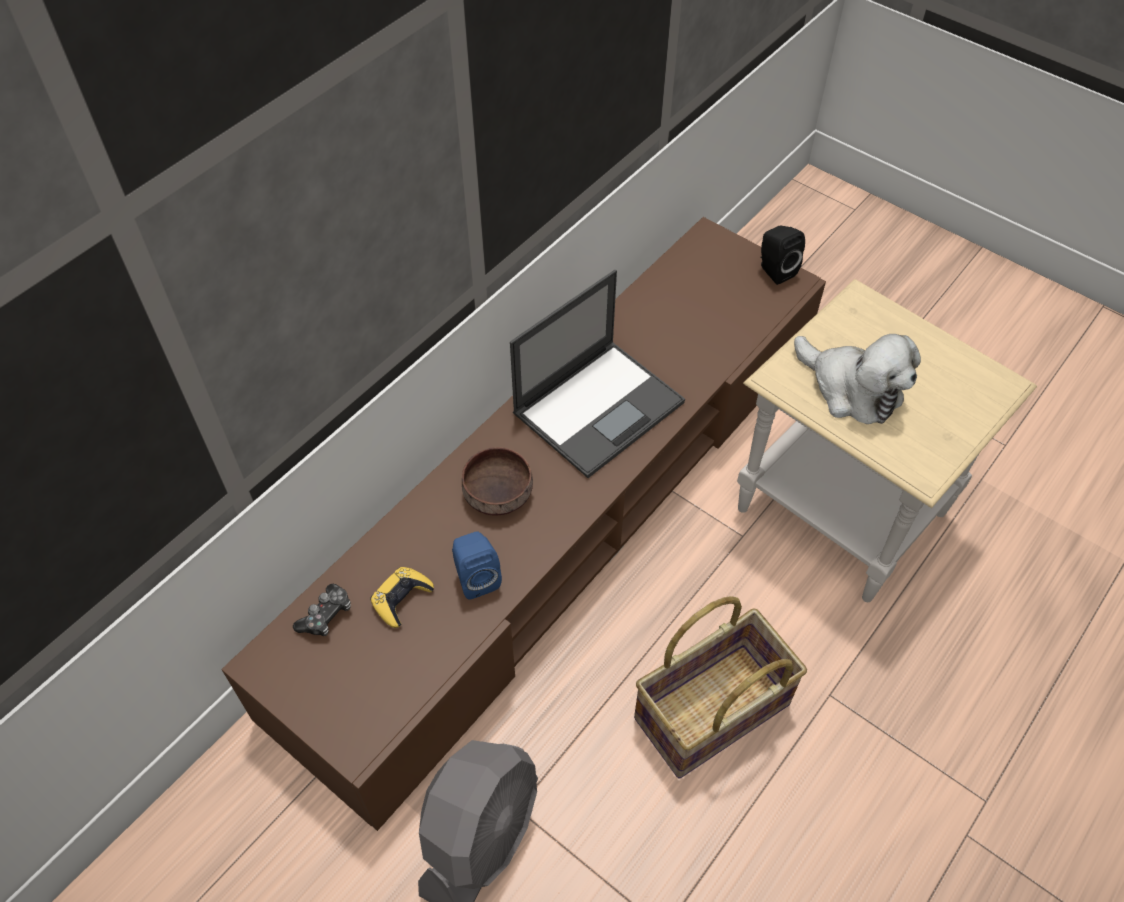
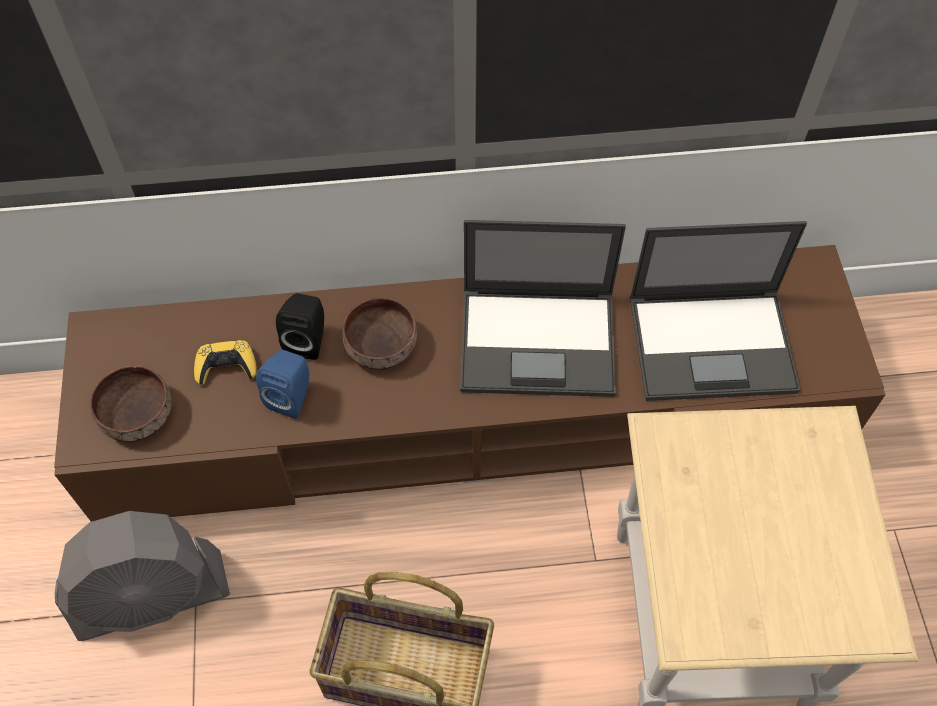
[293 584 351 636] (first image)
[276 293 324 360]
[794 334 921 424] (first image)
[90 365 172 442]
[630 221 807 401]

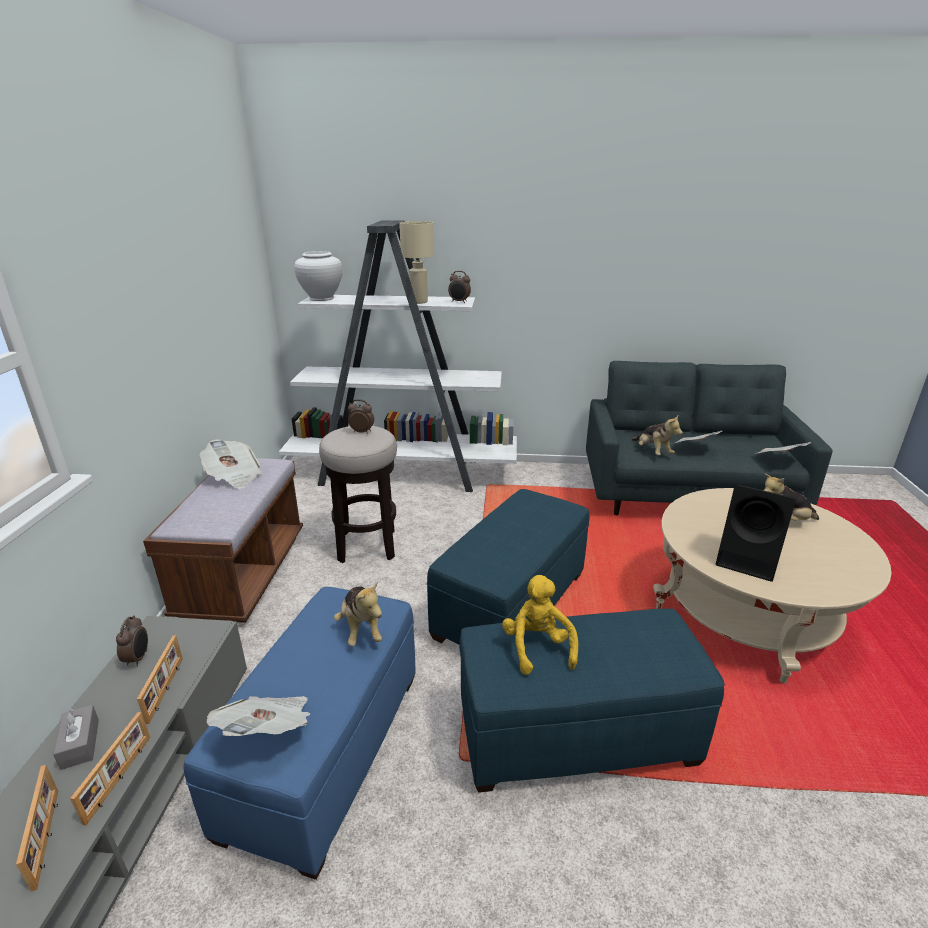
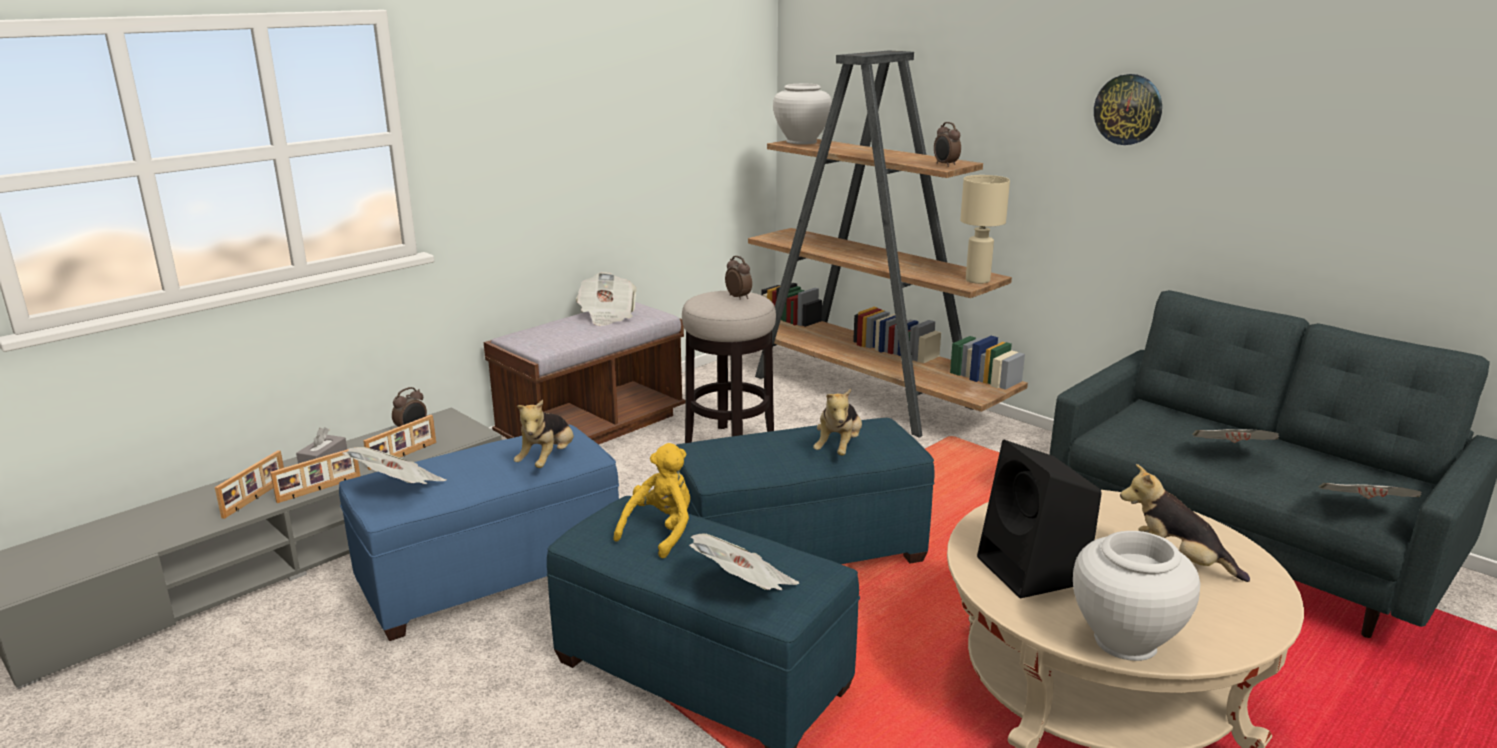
[748 50 1028 437]
[960 175 1010 284]
[813 389 862 456]
[689 533 799 590]
[1073 531 1200 661]
[1094 74 1162 145]

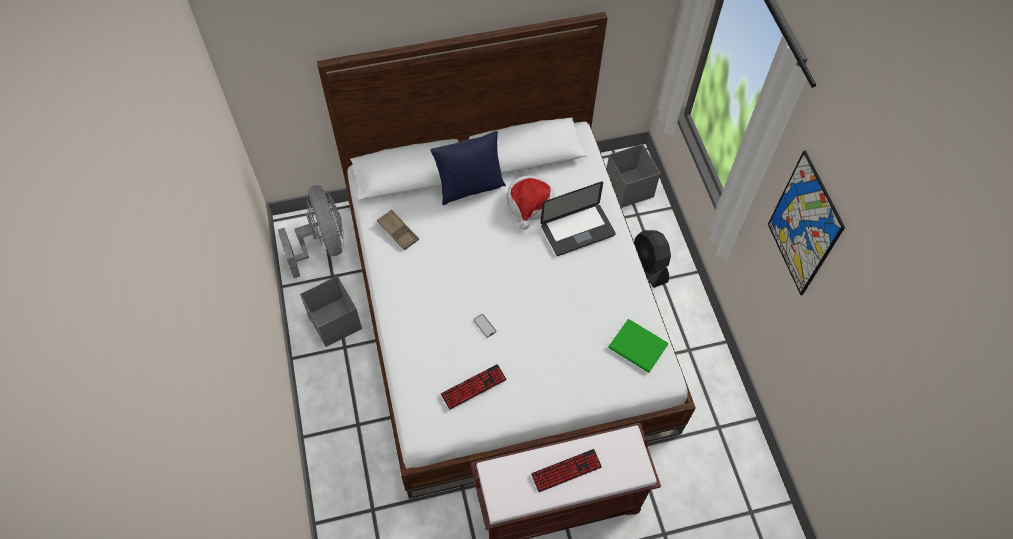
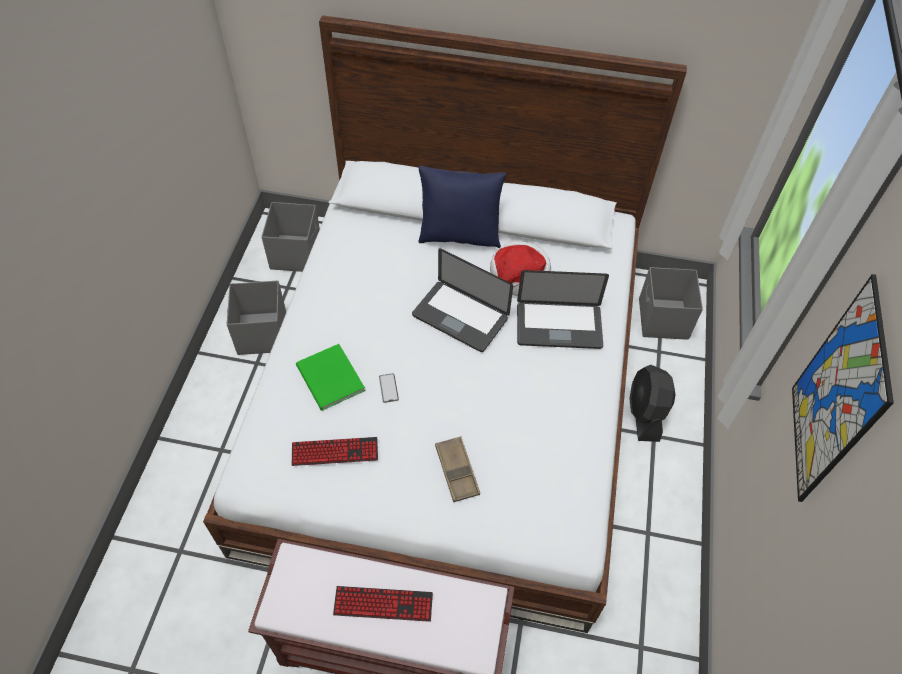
[261 202 320 272]
[435 436 480 502]
[296 344 365 411]
[412 248 513 352]

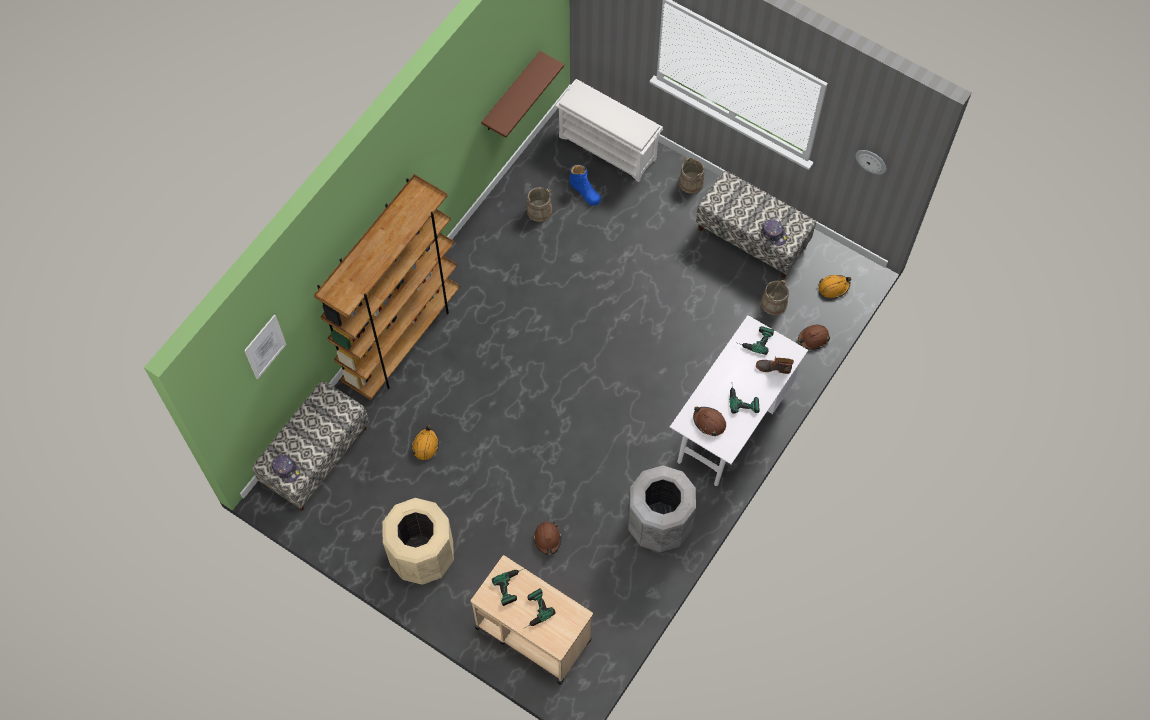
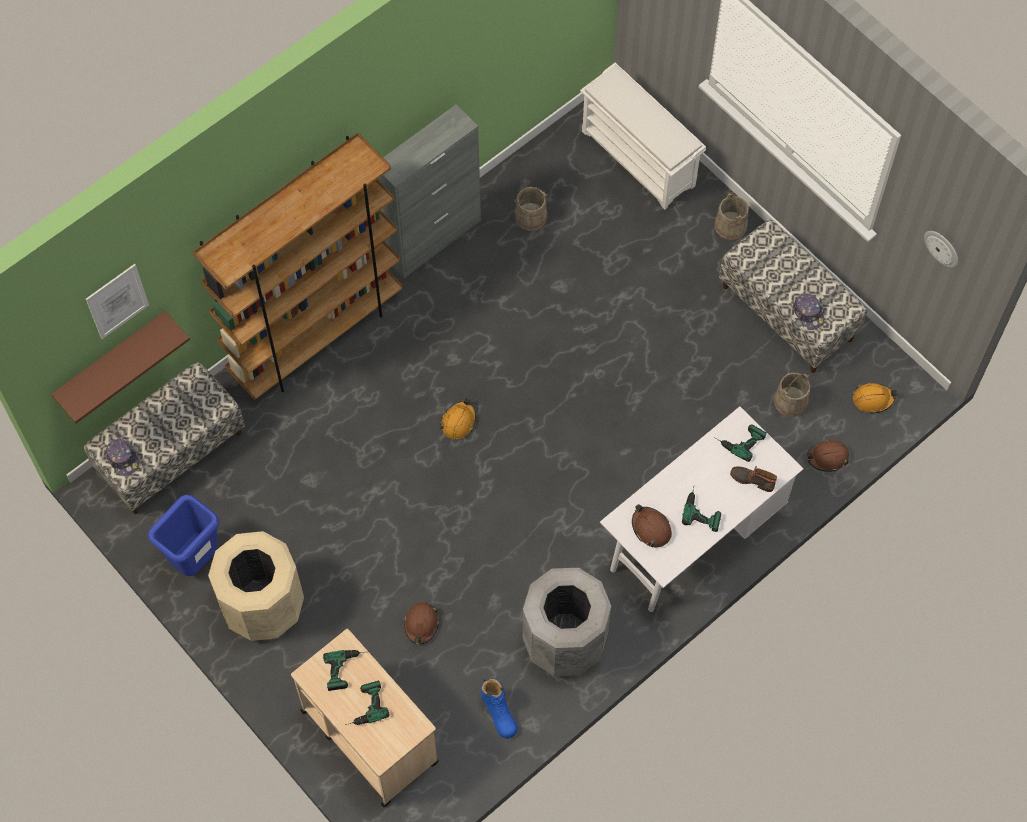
[440 398 476 439]
[51 311 190 423]
[481 678 518 738]
[148 494 219 576]
[377 105 481 278]

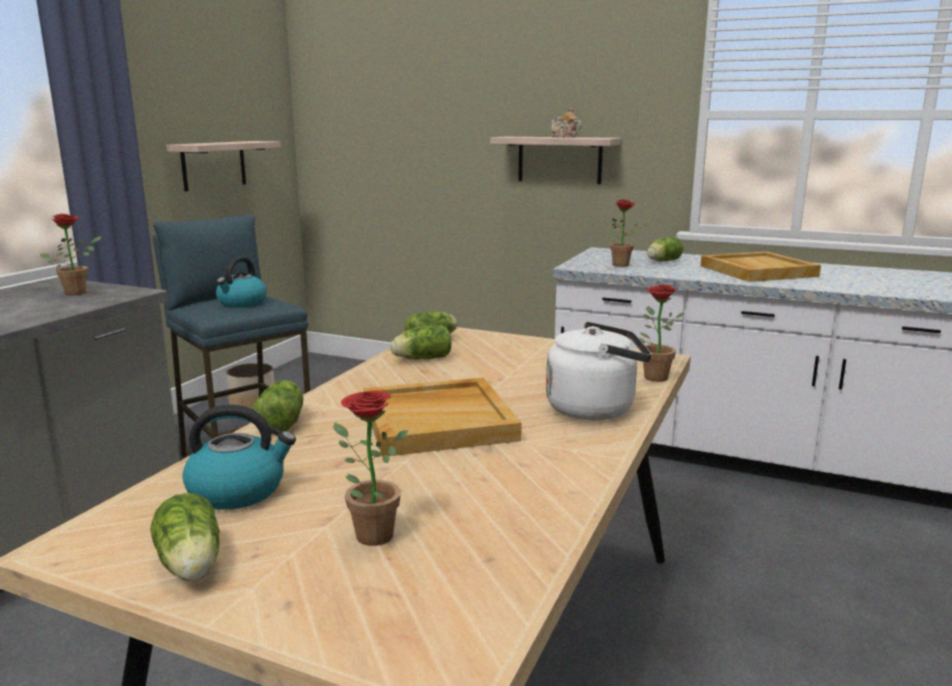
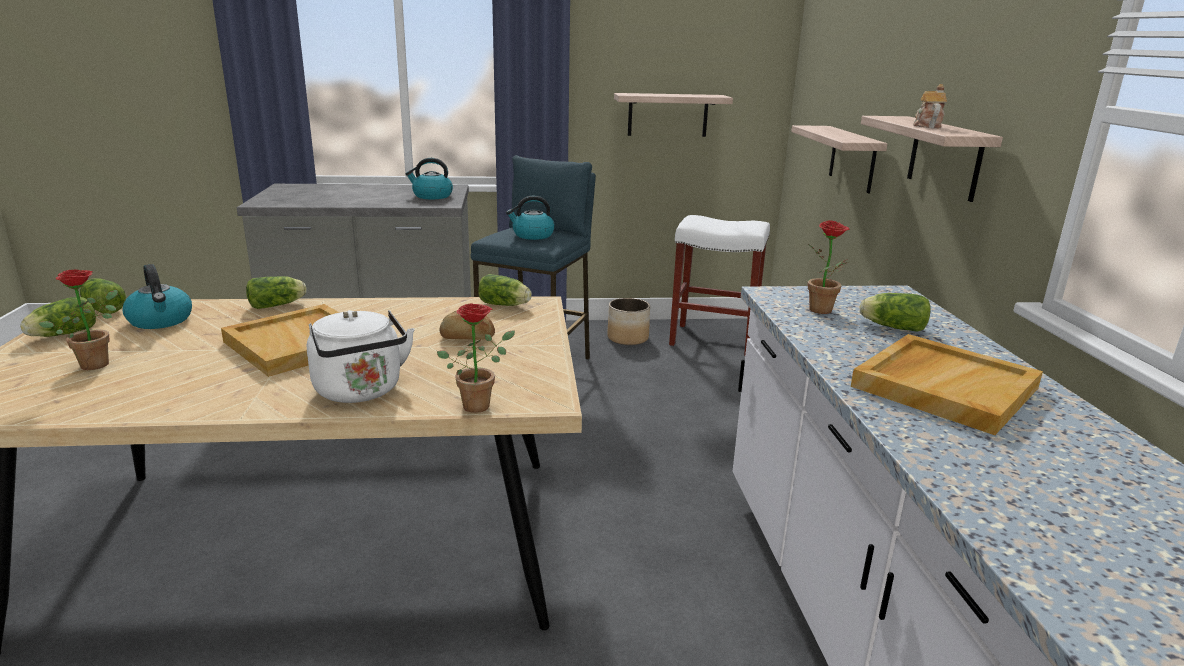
[405 158 453 199]
[80 278 126 314]
[439 310 495 340]
[669 215 770 356]
[791 125 887 193]

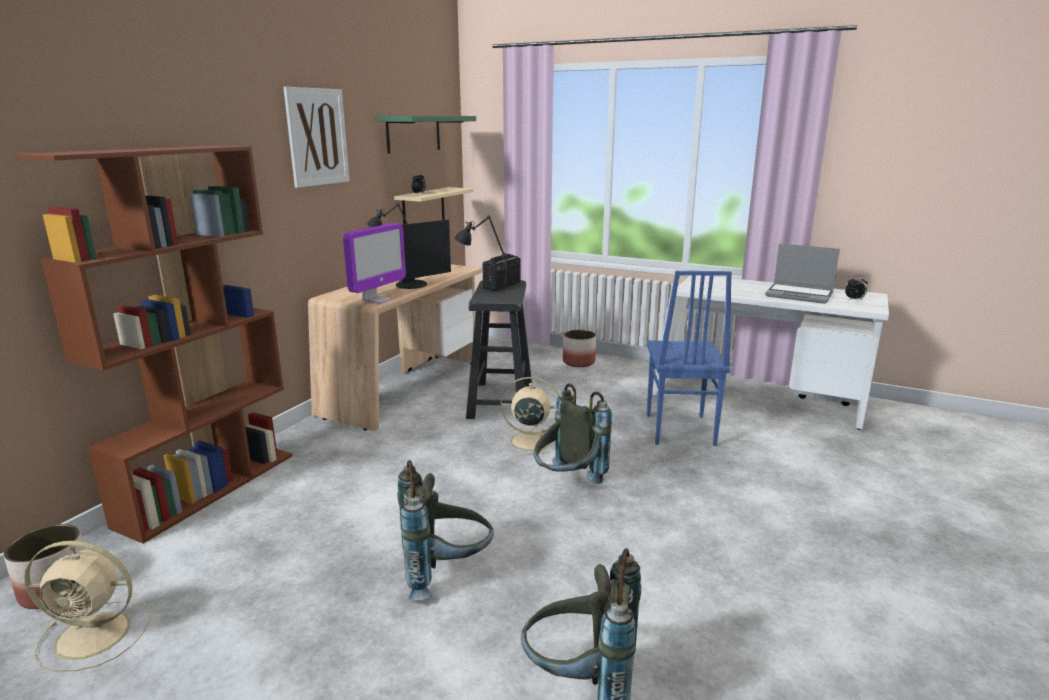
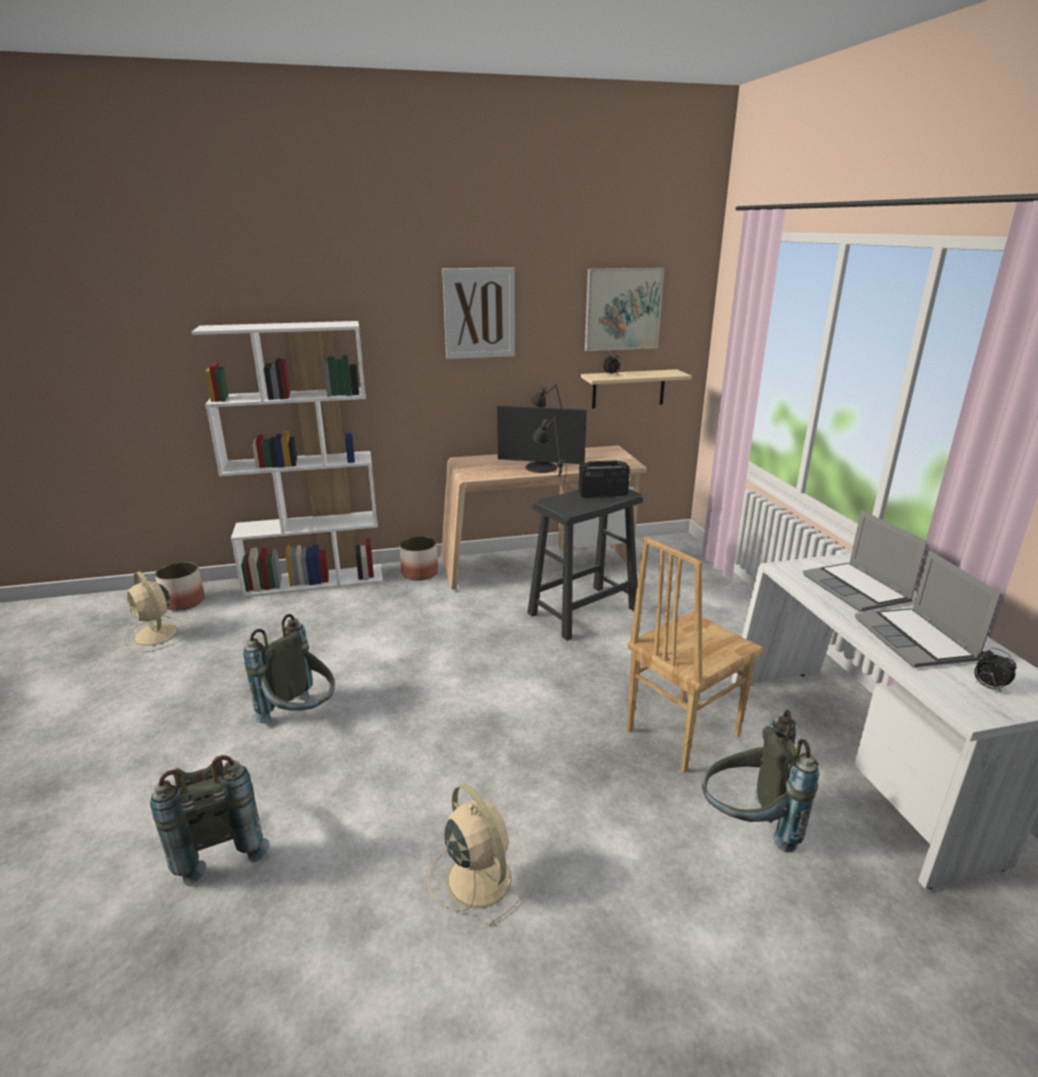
[192 321 383 598]
[343 223 406 304] (first image)
[585 268 664 351]
[427 784 527 926]
[702 710 819 853]
[400 536 438 581]
[627 537 764 773]
[803 510 927 612]

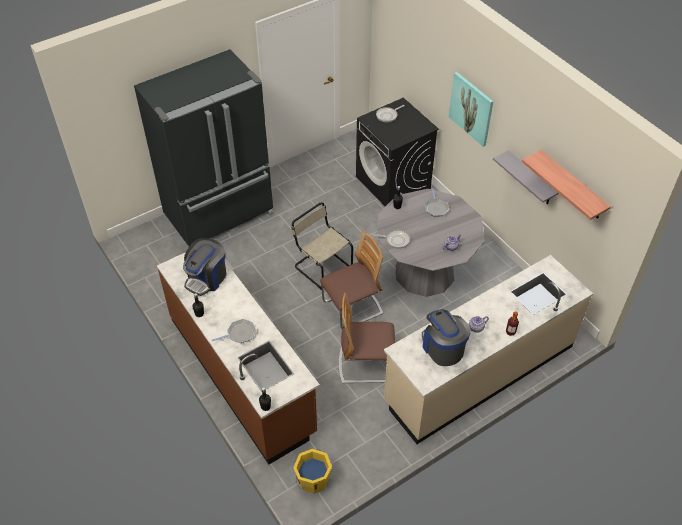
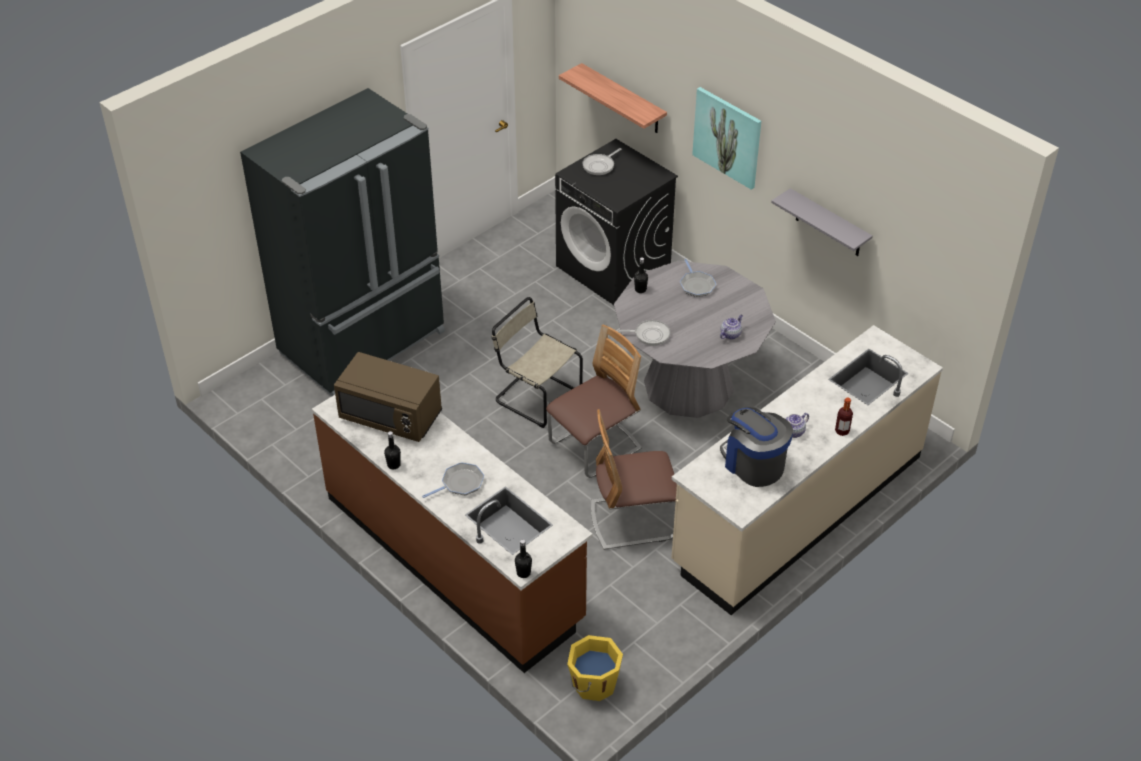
[334 352 442 442]
[559 63 667 133]

